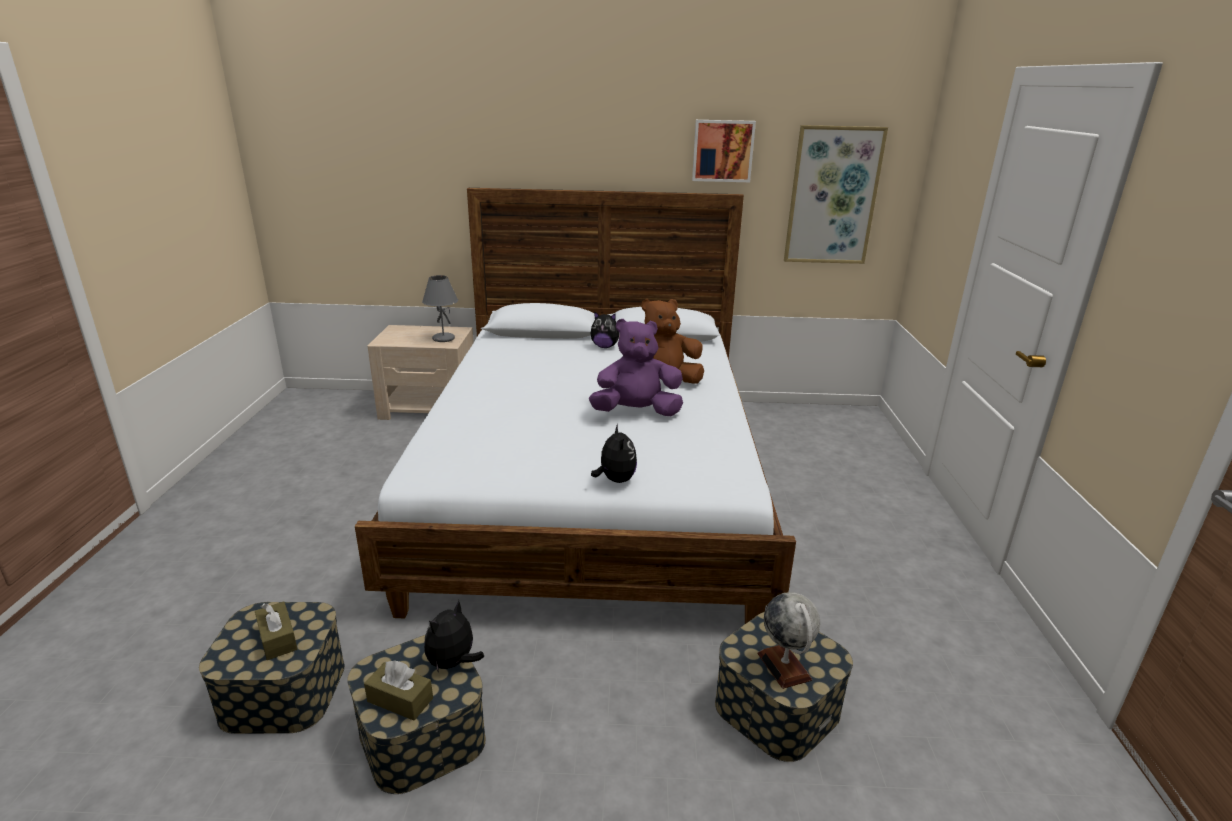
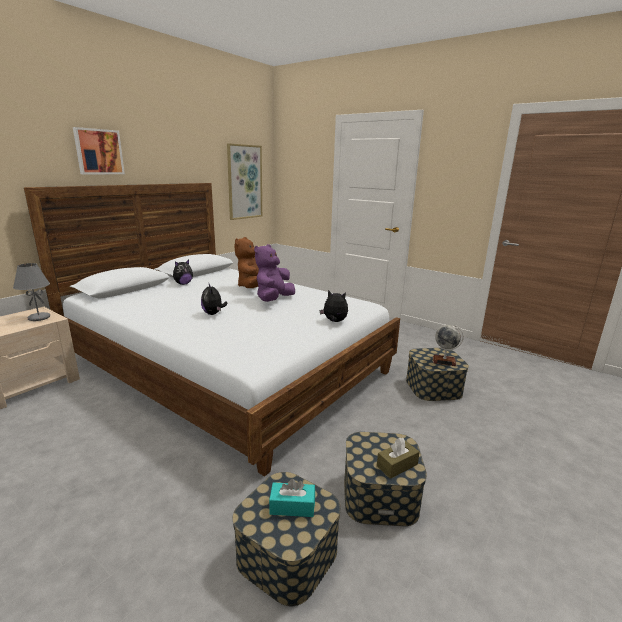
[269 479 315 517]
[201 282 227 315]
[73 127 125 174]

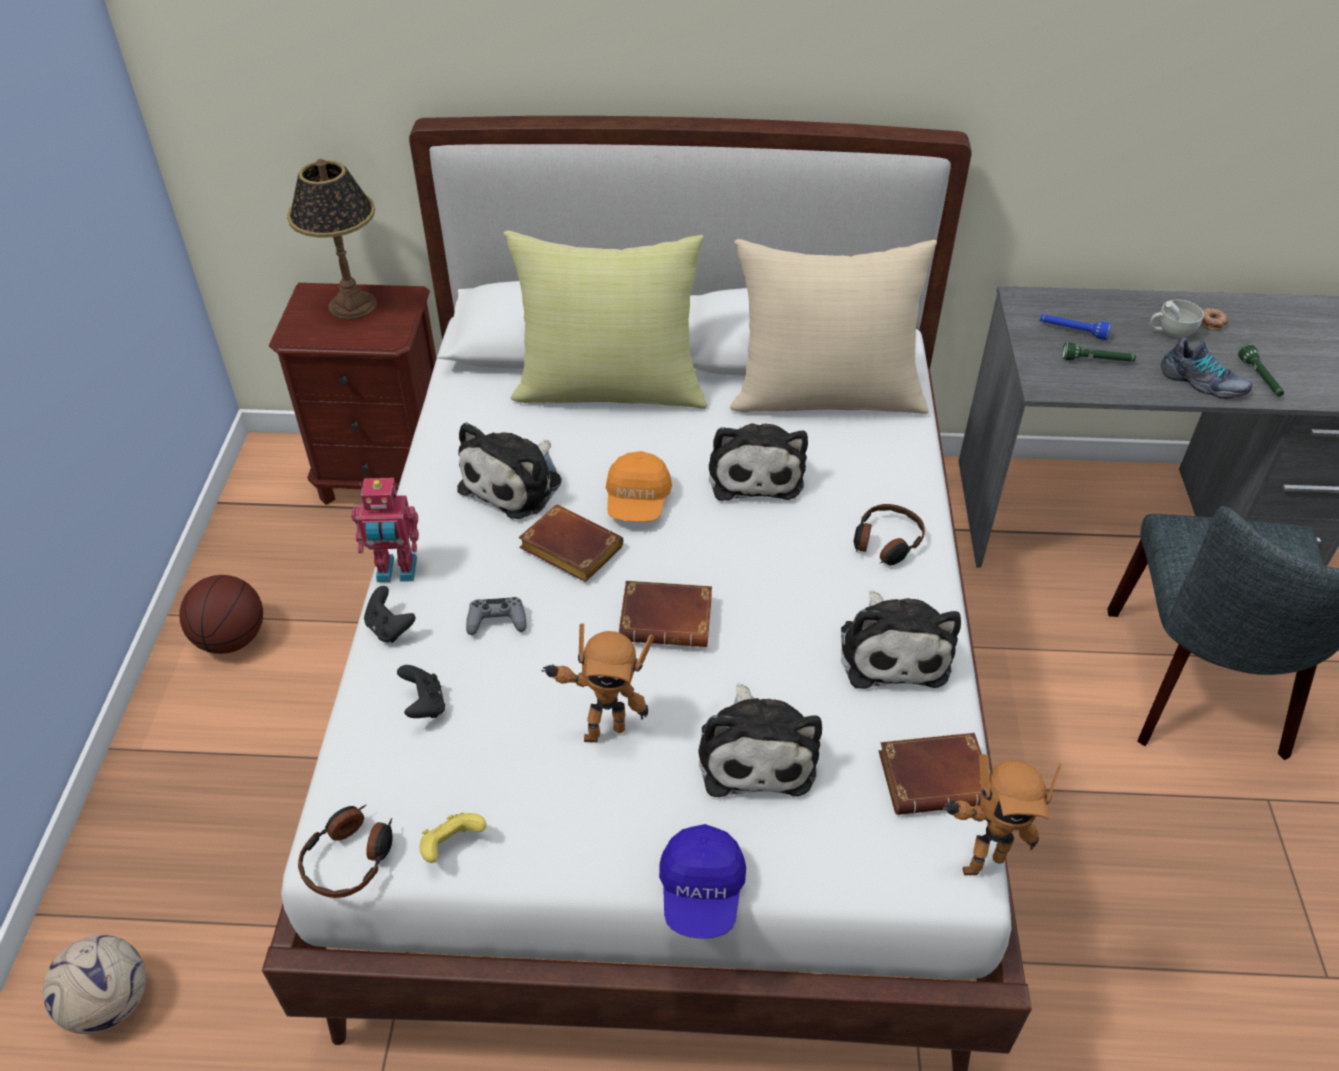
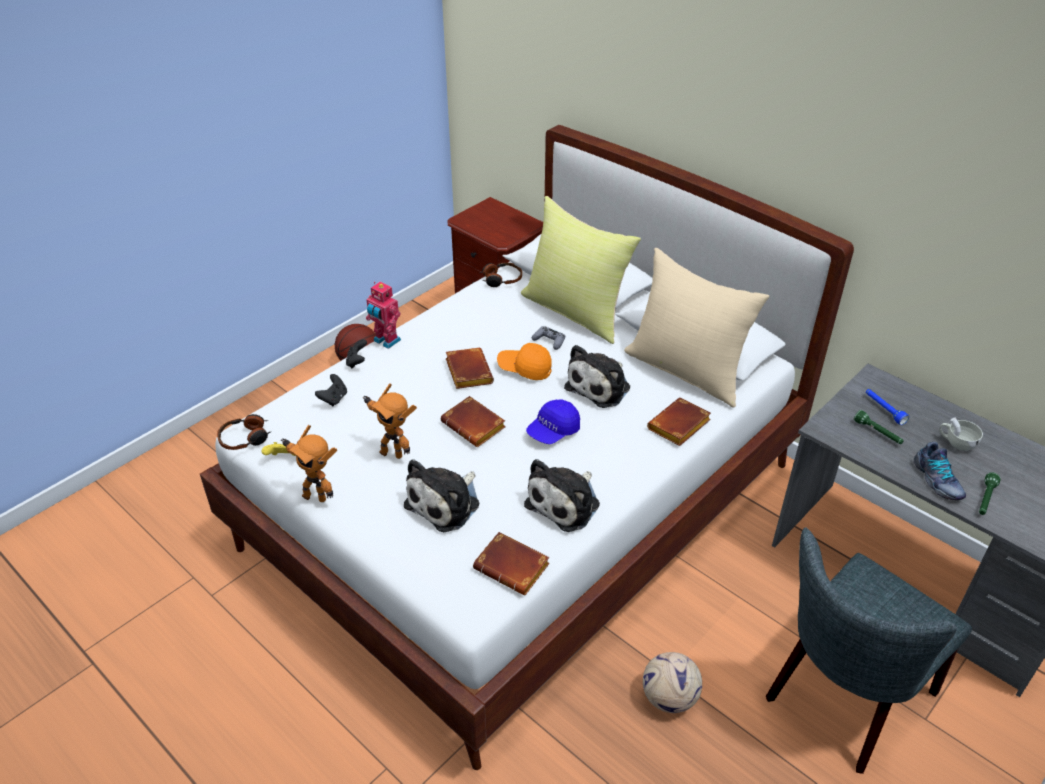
[643 652 702 713]
[287 159 377 320] (first image)
[457 422 562 519] (first image)
[532 326 565 350]
[497 343 552 380]
[526 399 580 444]
[480 263 522 287]
[281 425 337 502]
[1201 308 1229 331] (first image)
[647 398 711 446]

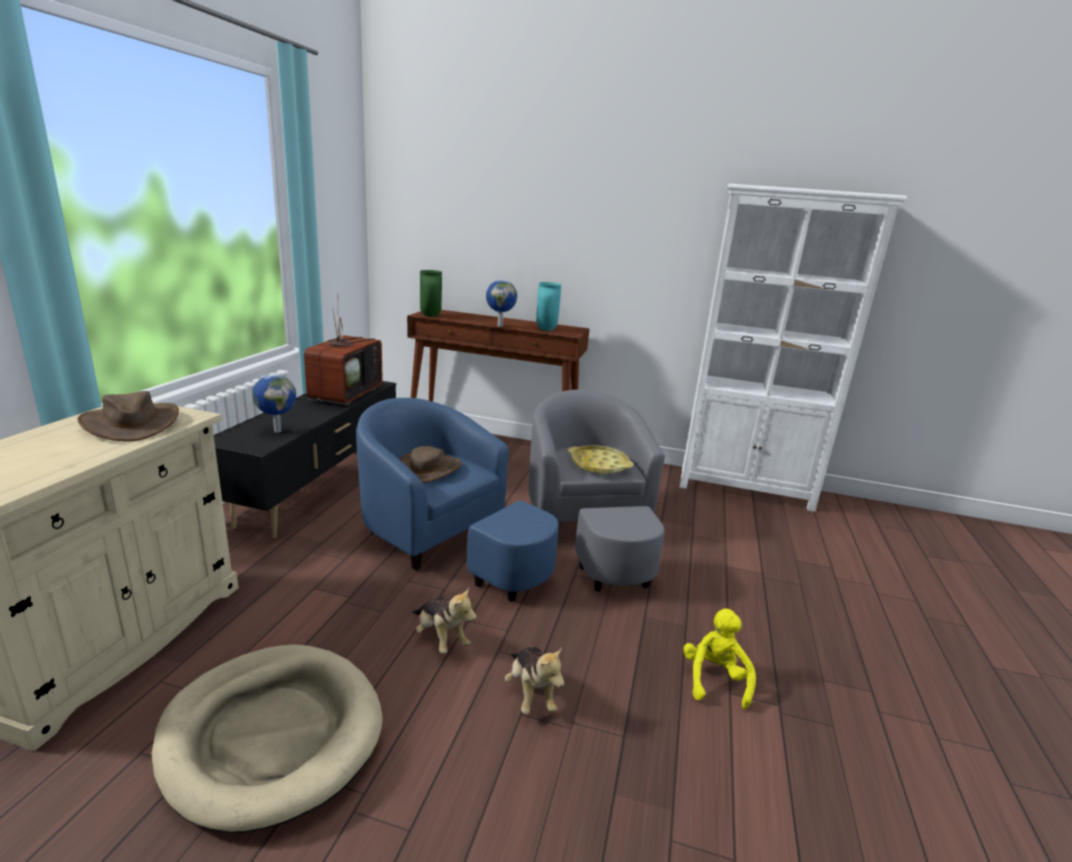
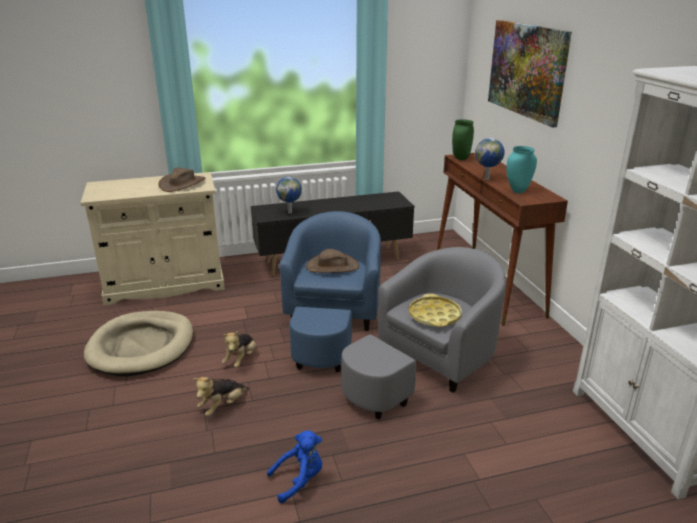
[304 294 383 405] (first image)
[267 431 322 503]
[488 20 572 127]

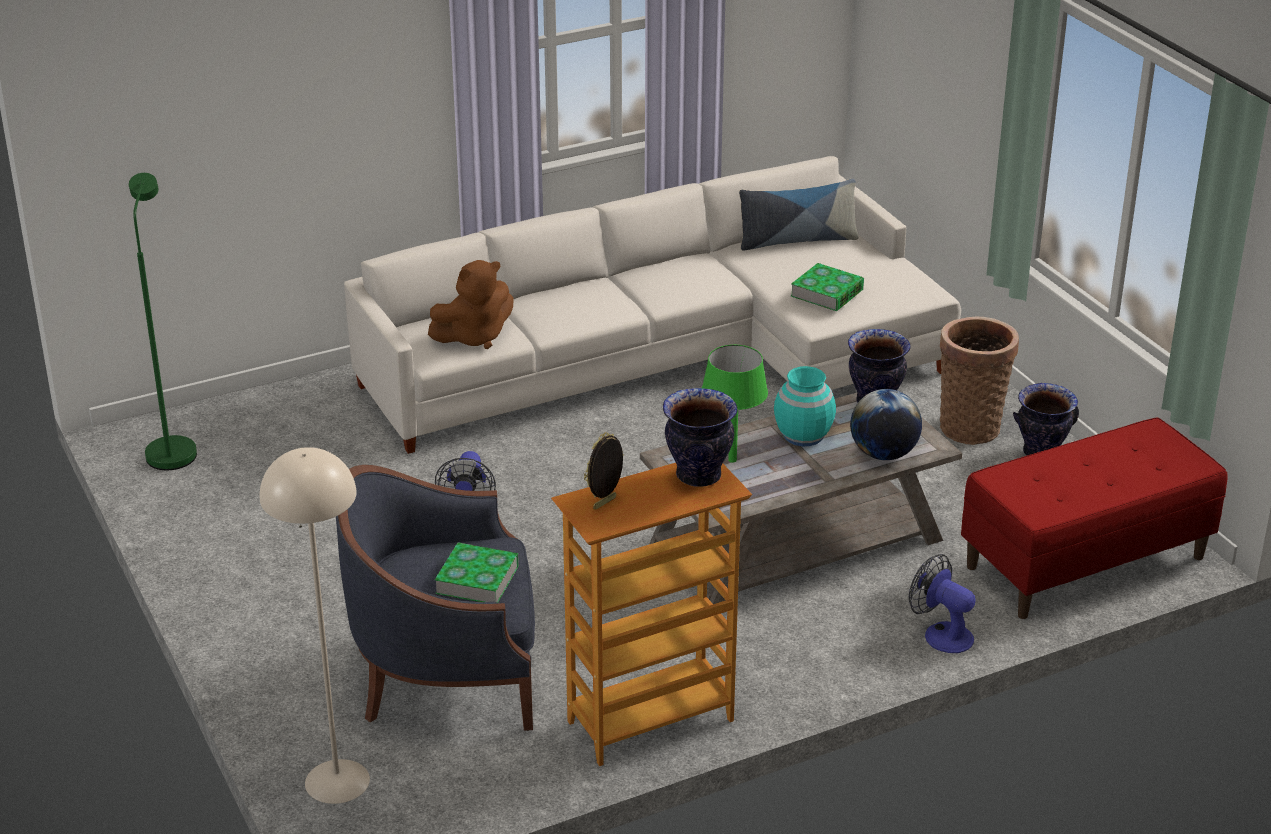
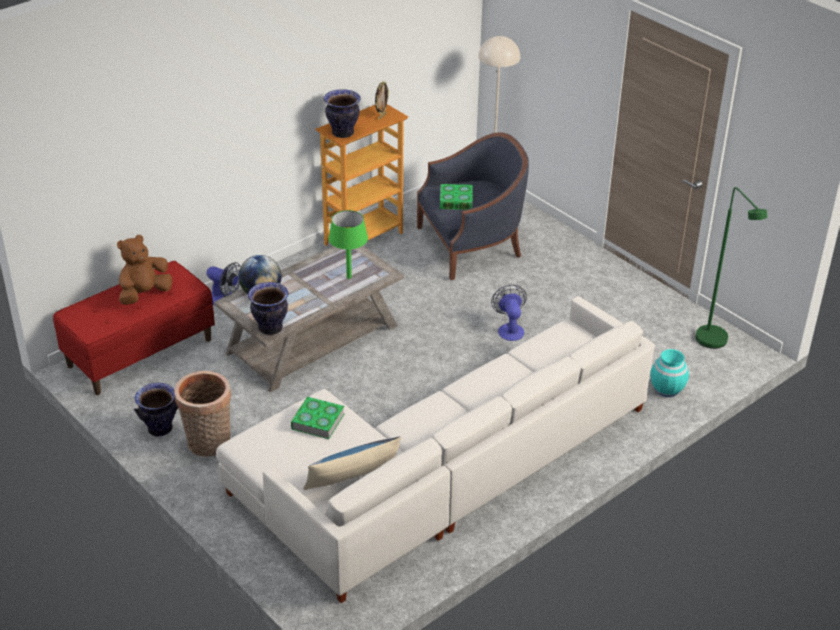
[117 235 172 305]
[651 349 689 397]

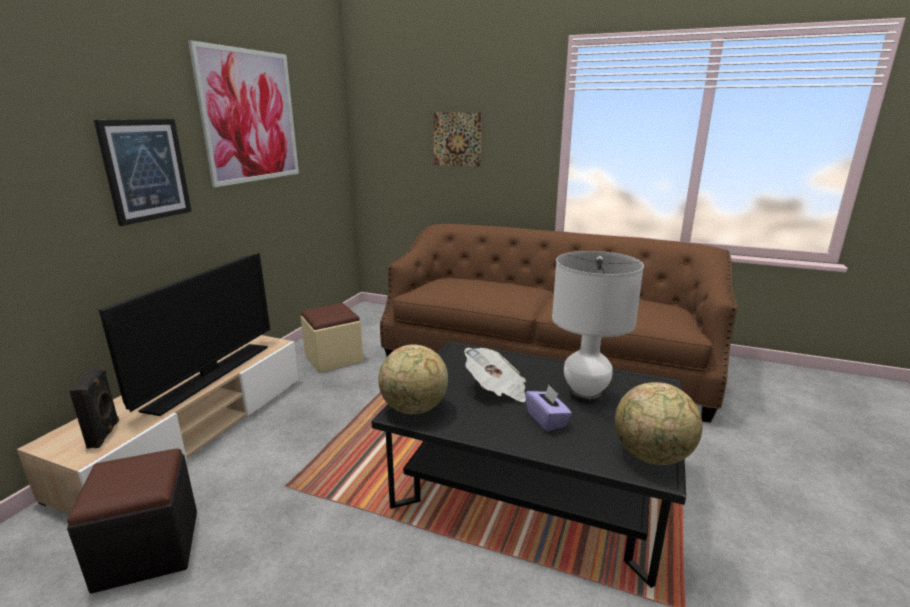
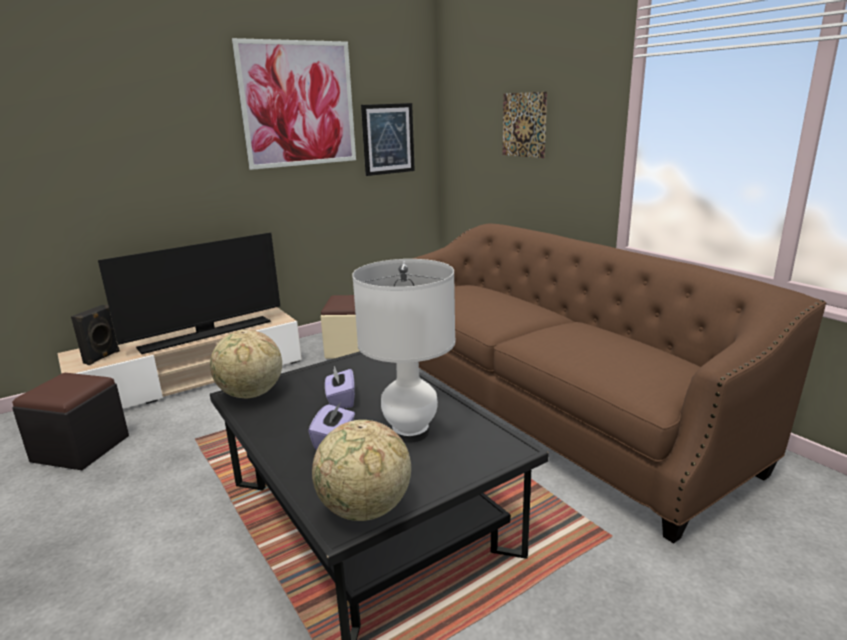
[361 103 415 176]
[325 366 355 408]

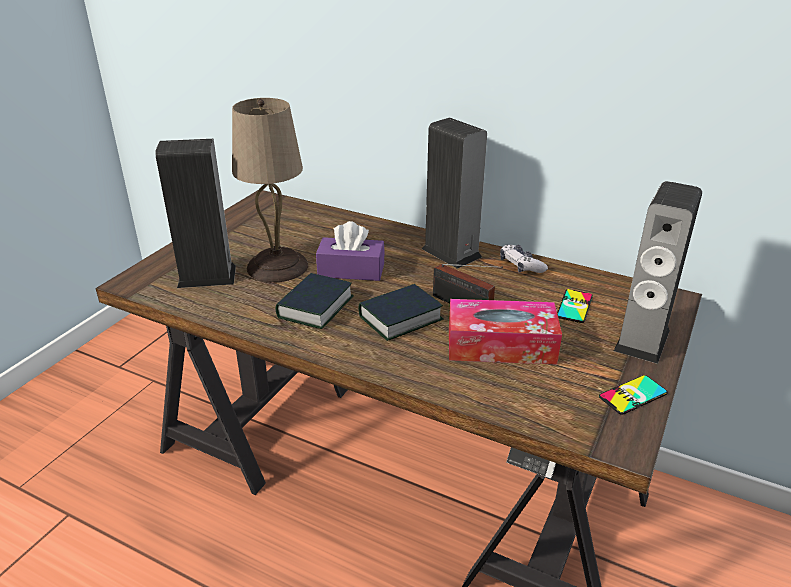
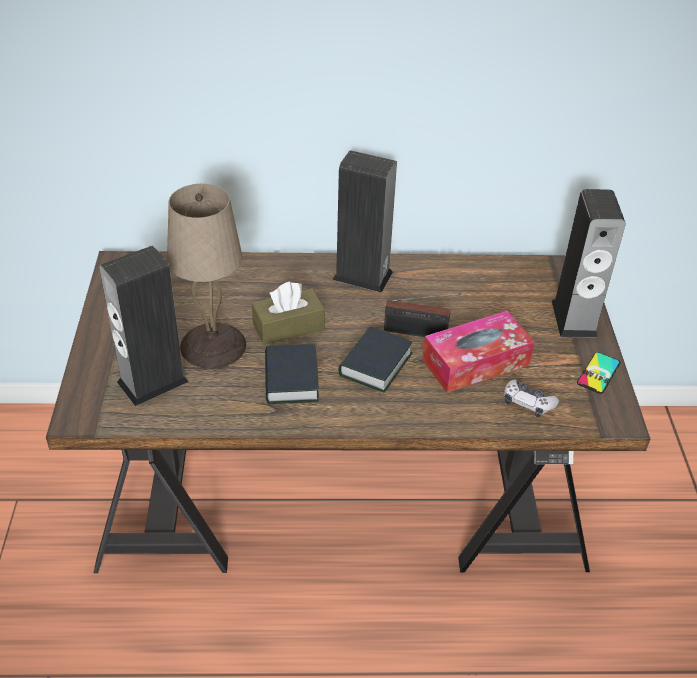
[252 282 325 345]
[504 379 559 417]
[557 289 593 323] (first image)

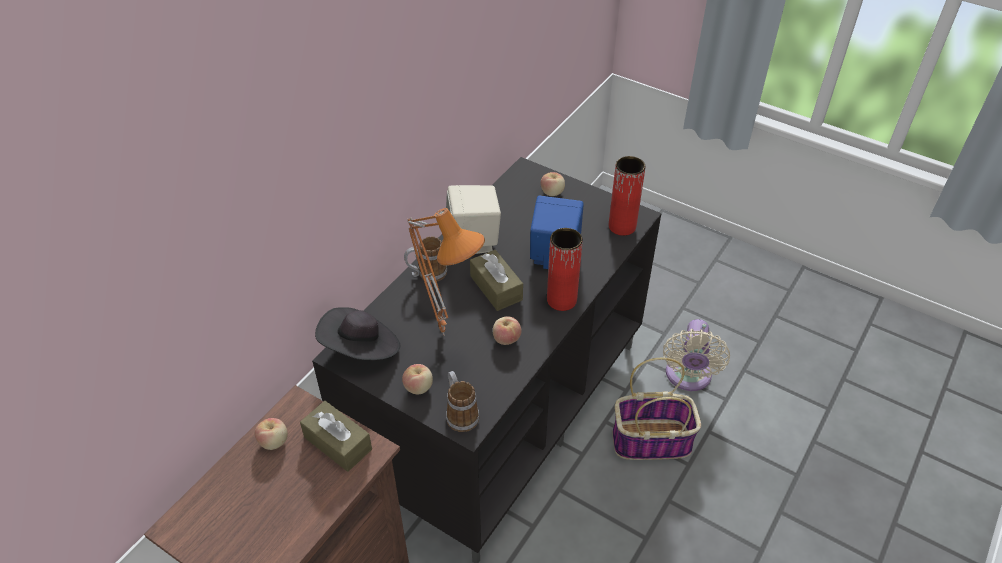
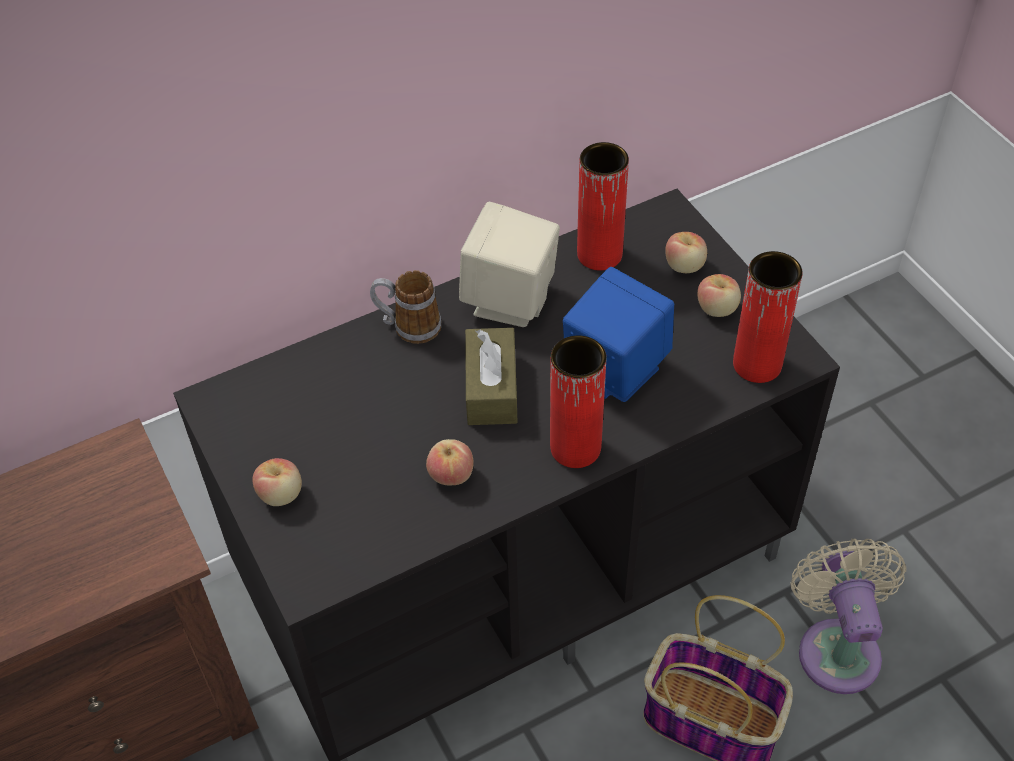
[697 274 741 317]
[300 401 372 472] (first image)
[315 307 400 360] (first image)
[407 208 485 336] (first image)
[446 371 479 432] (first image)
[790 539 907 694]
[577 142 629 271]

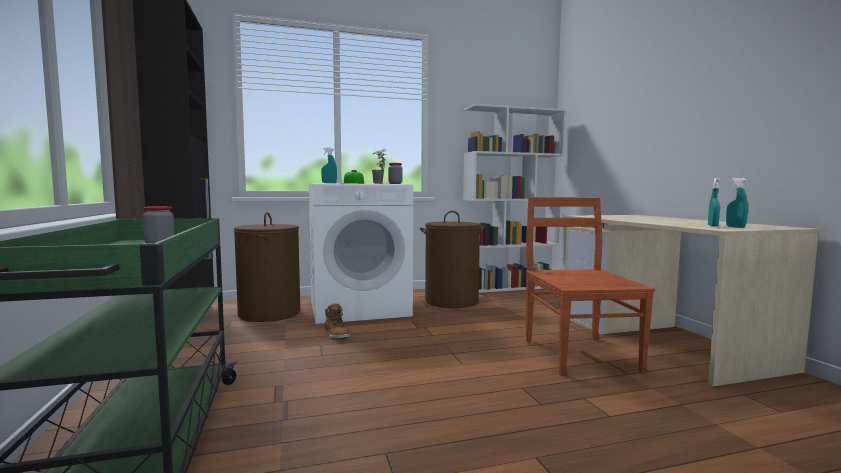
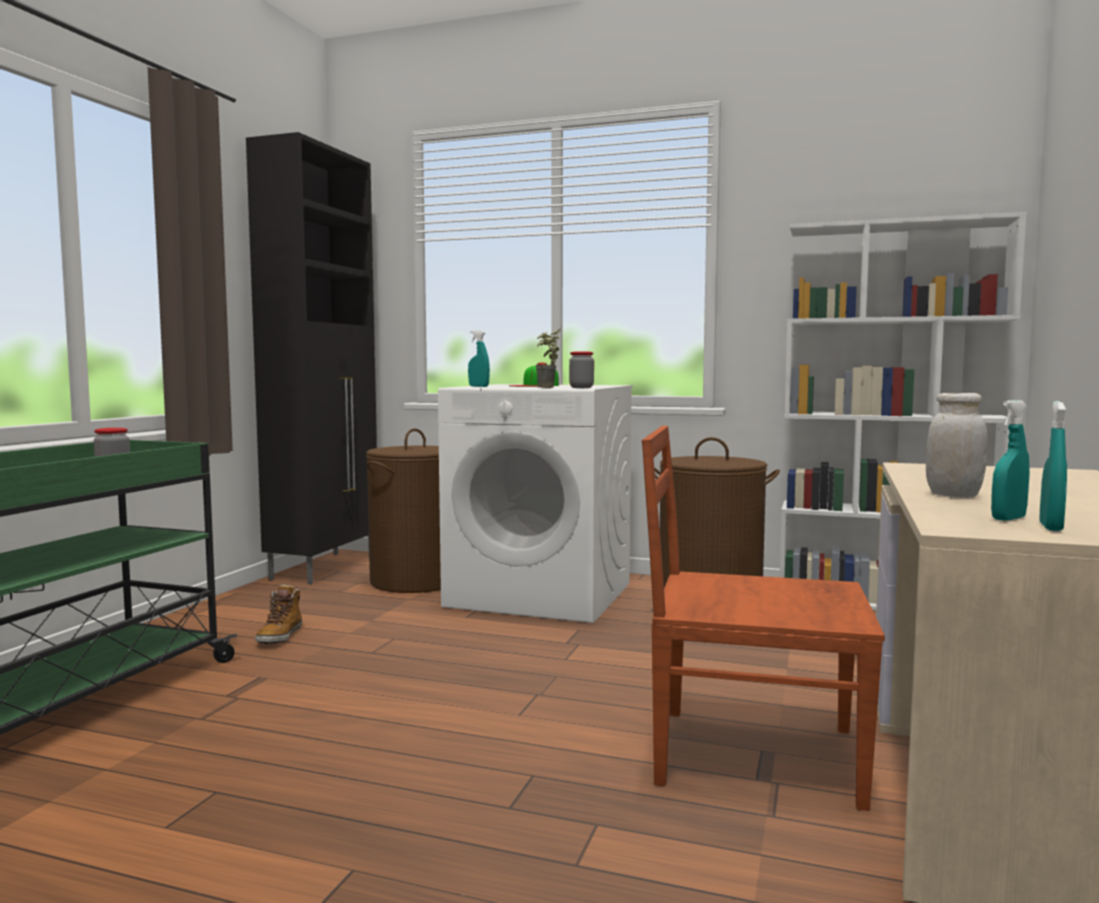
[255 584 302 644]
[642 426 885 811]
[926 393 988 498]

